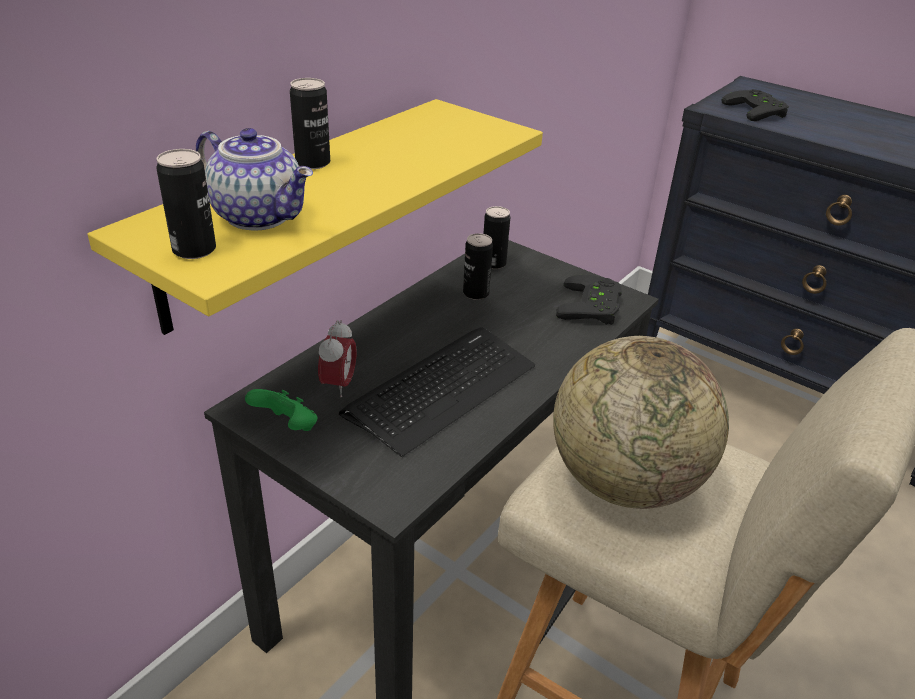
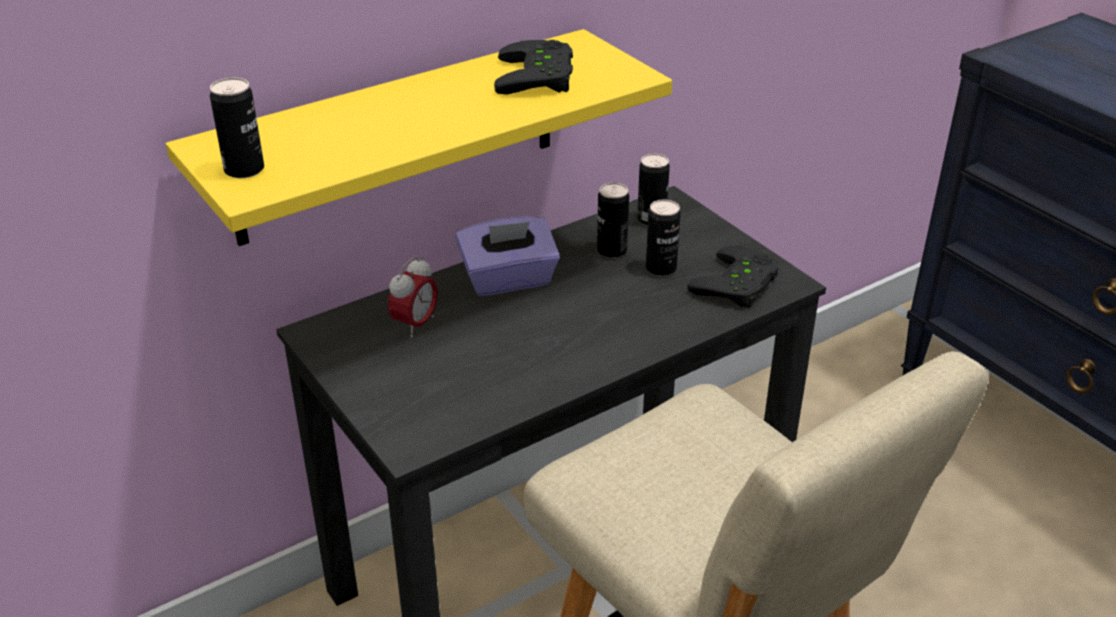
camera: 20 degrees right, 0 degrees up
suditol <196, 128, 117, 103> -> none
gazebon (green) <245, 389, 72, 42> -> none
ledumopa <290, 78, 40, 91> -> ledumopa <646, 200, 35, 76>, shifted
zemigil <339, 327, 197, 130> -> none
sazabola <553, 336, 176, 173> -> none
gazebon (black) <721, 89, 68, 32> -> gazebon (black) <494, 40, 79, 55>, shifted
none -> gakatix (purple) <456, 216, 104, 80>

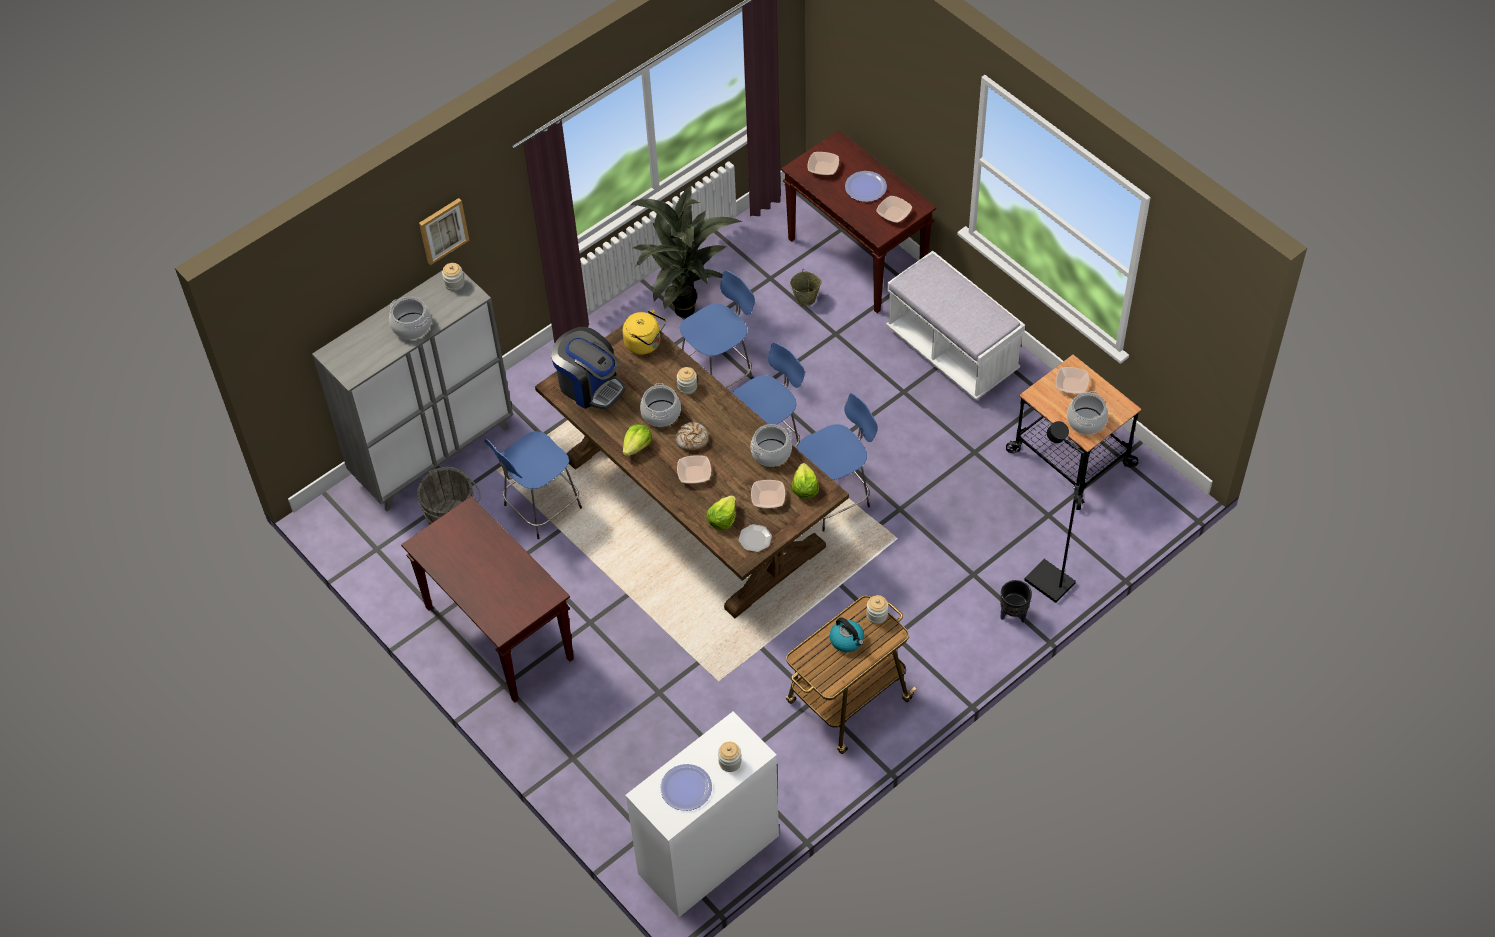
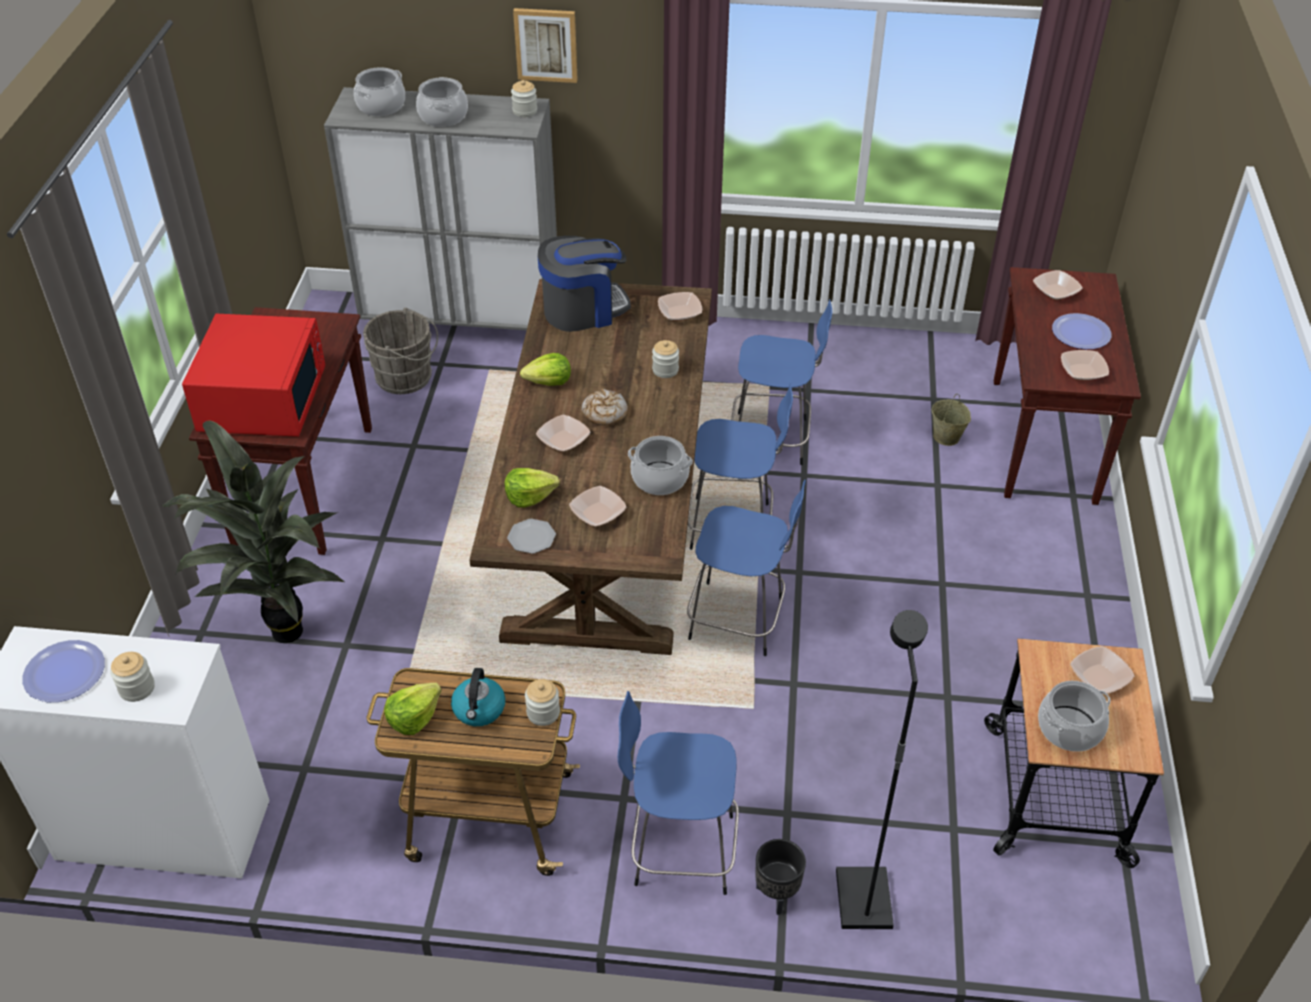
camera: 45 degrees right, 10 degrees down
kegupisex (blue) <485, 431, 97, 108> -> kegupisex (blue) <618, 691, 121, 204>, shifted
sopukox <551, 327, 75, 82> -> sopukox <538, 236, 93, 96>, 105 degrees counterclockwise
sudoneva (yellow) <623, 310, 43, 45> -> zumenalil <658, 292, 44, 29>
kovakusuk <631, 186, 112, 132> -> kovakusuk <161, 421, 184, 222>, shifted
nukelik <640, 383, 41, 44> -> nukelik <354, 67, 51, 49>, shifted
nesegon <792, 463, 27, 36> -> nesegon <384, 683, 58, 52>, shifted
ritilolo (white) <886, 251, 139, 149> -> none
none -> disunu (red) <182, 314, 143, 123>

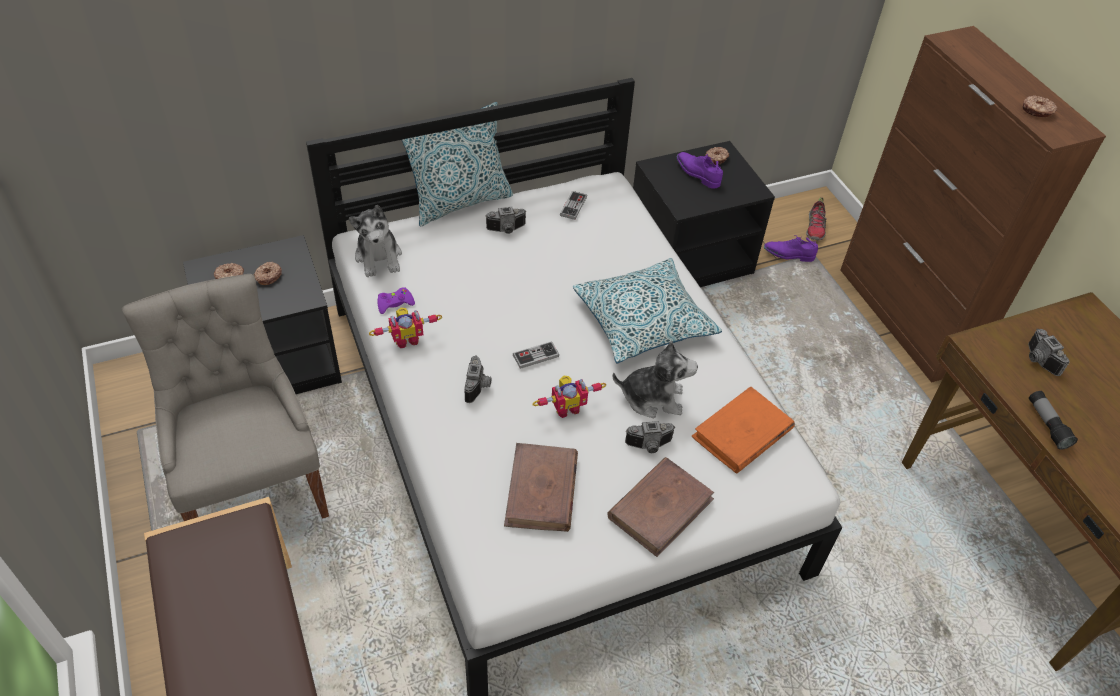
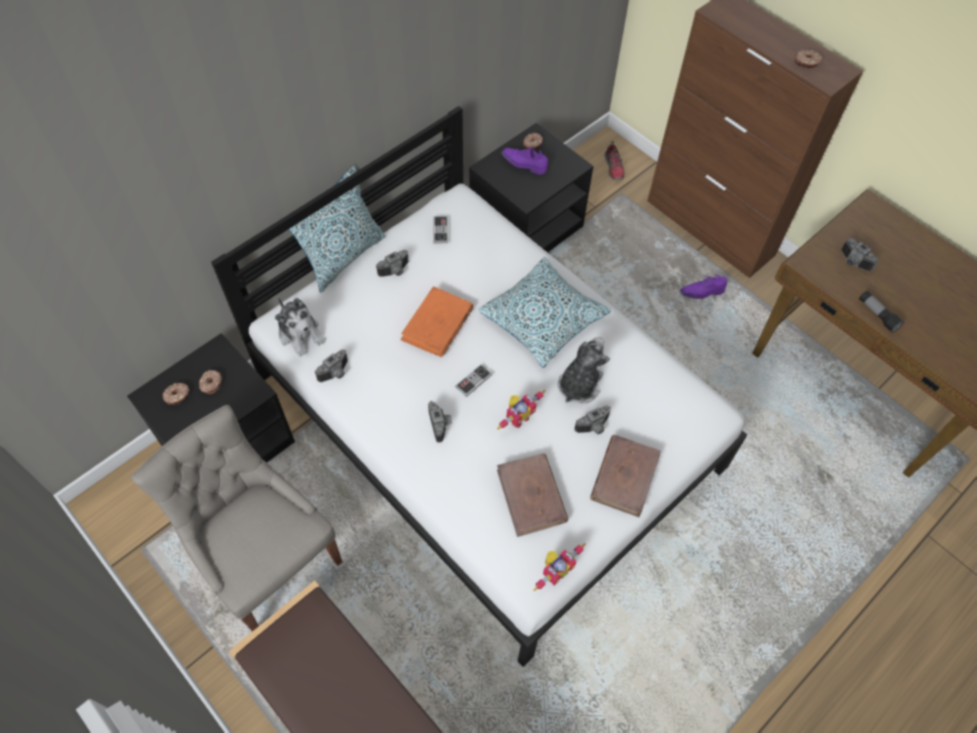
camera: 20 degrees left, 10 degrees up
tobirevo <369, 308, 73, 40> -> tobirevo <533, 543, 53, 48>, shifted
gazebon (purple) <377, 287, 38, 27> -> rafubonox <315, 350, 33, 32>
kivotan <613, 341, 85, 77> -> kivotan <558, 337, 52, 66>, 45 degrees counterclockwise
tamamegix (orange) <691, 386, 104, 88> -> tamamegix (orange) <401, 286, 73, 71>, shifted
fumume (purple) <764, 235, 54, 27> -> fumume (purple) <680, 274, 47, 25>, shifted

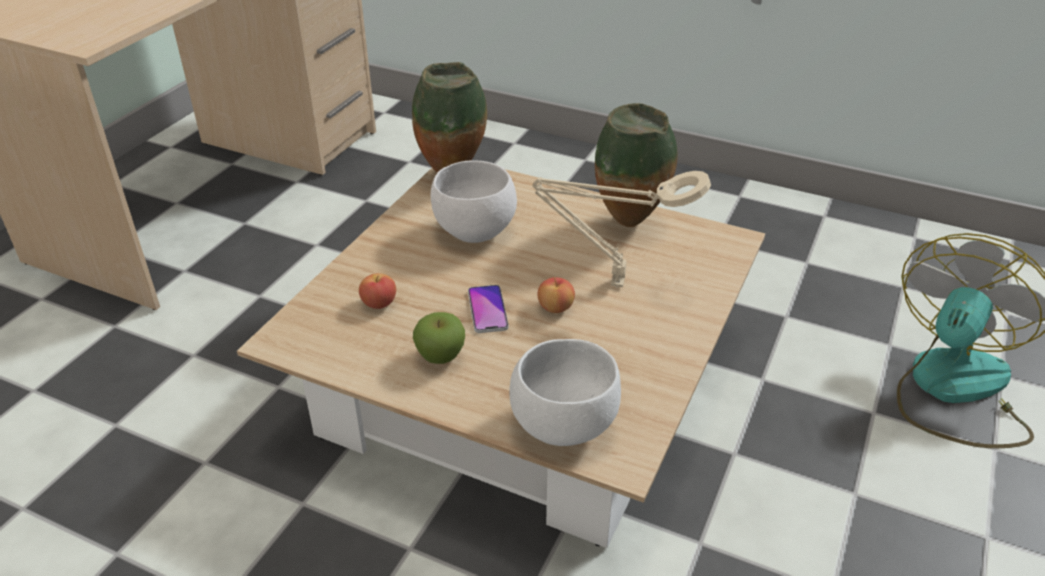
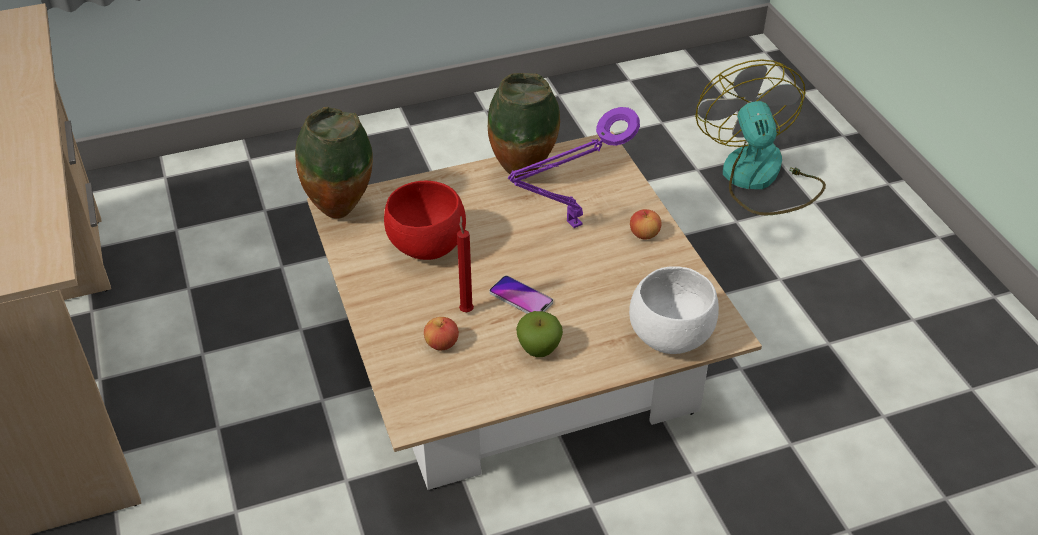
camera: 45 degrees left, 5 degrees up
zumenalil (white) <430, 160, 87, 83> -> zumenalil (red) <384, 181, 82, 79>
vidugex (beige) <533, 171, 178, 116> -> vidugex (purple) <508, 107, 132, 121>
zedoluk <537, 277, 38, 36> -> zedoluk <630, 209, 32, 31>, shifted
none -> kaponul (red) <457, 216, 17, 96>

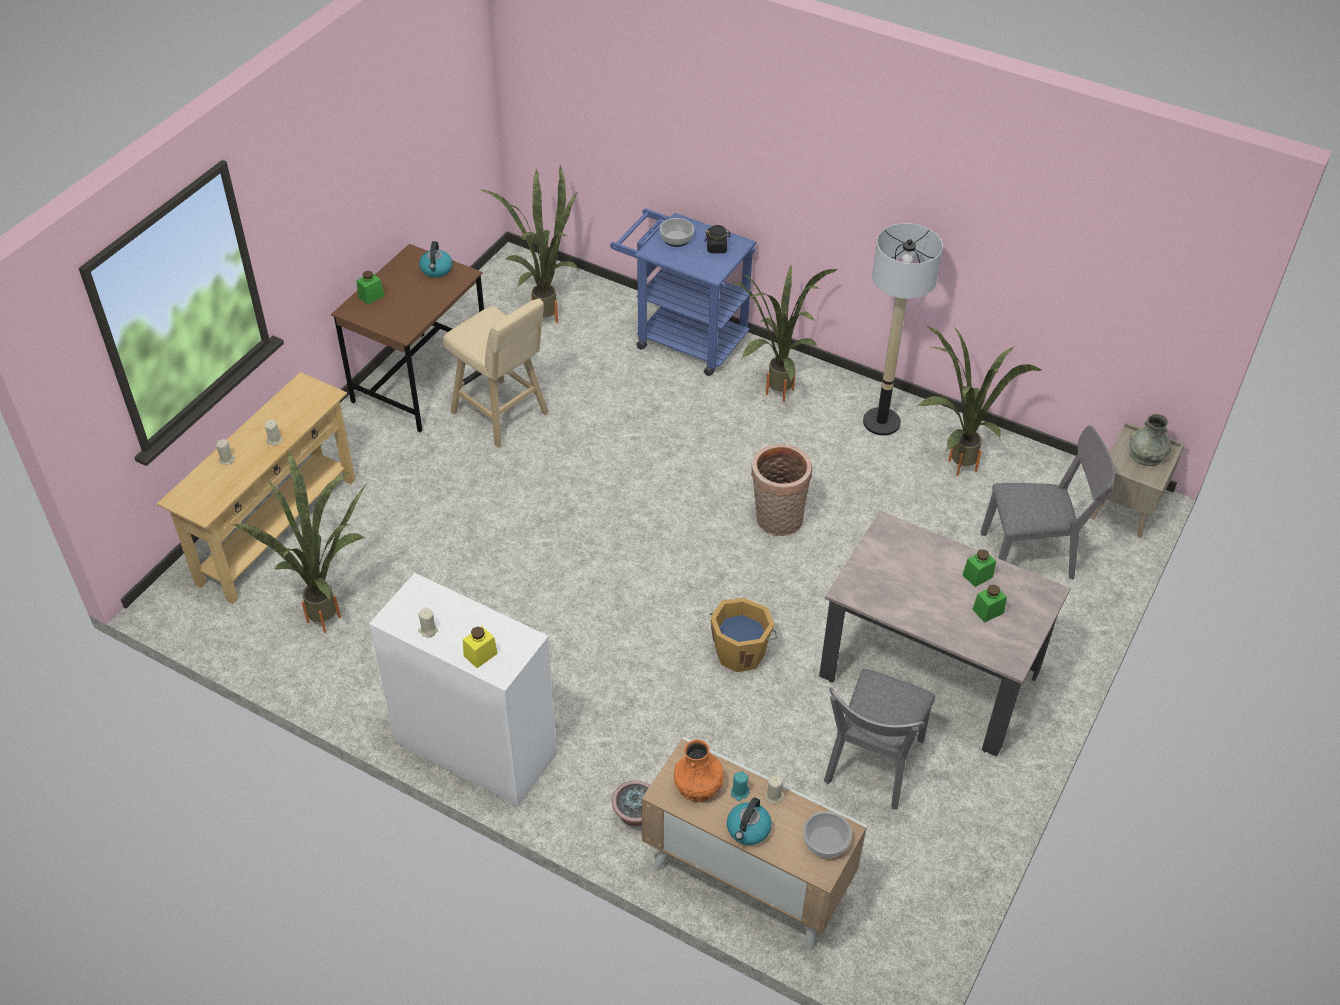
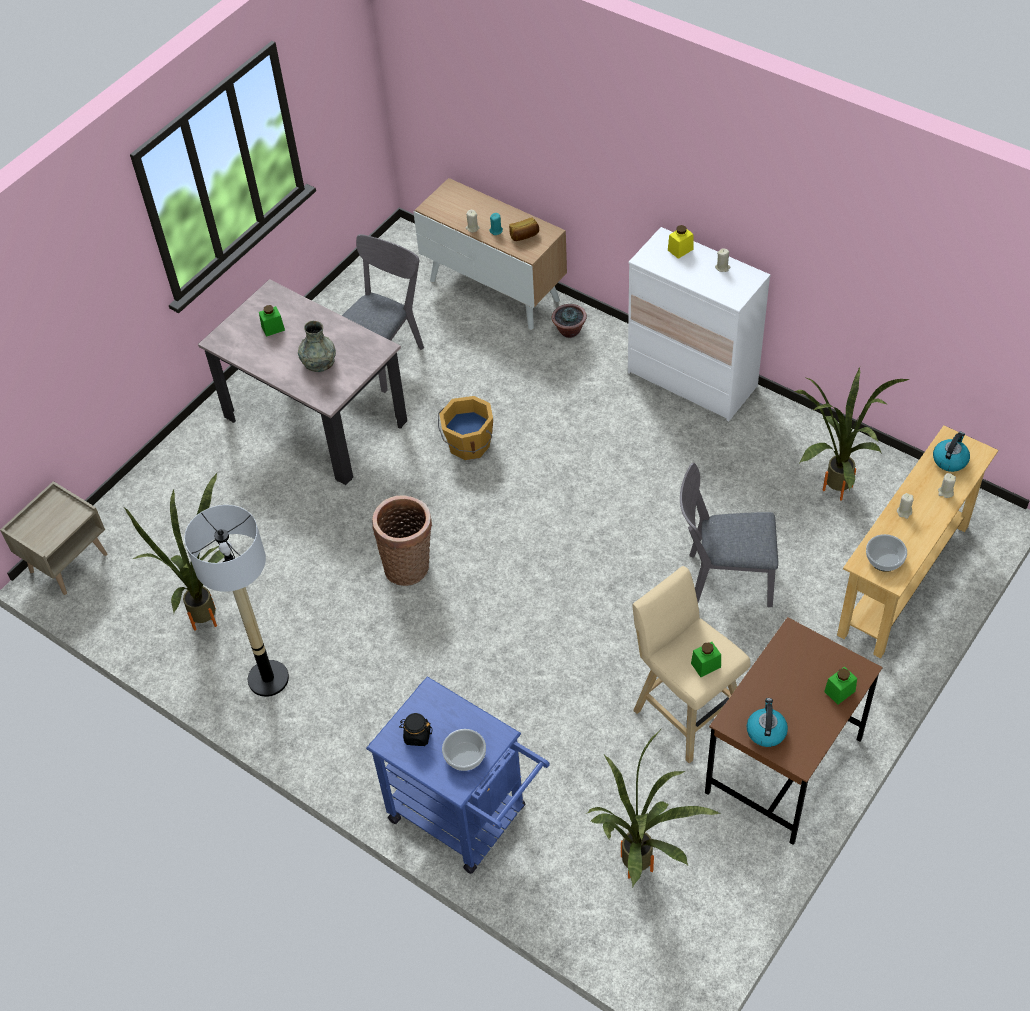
camera: 170 degrees left, 5 degrees up
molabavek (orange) <674, 740, 50, 62> -> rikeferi <509, 217, 30, 24>
sudoneva <727, 797, 45, 48> -> sudoneva <933, 432, 37, 40>, shifted
kovakusuk <733, 266, 106, 136> -> none
zumenalil <803, 811, 49, 47> -> zumenalil <866, 534, 41, 38>, shifted
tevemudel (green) <963, 549, 33, 38> -> tevemudel (green) <691, 642, 30, 35>, shifted
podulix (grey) <981, 425, 134, 155> -> podulix (grey) <680, 463, 98, 144>, shifted
molabavek (grey) <1130, 414, 41, 52> -> molabavek (grey) <298, 321, 38, 51>, shifted

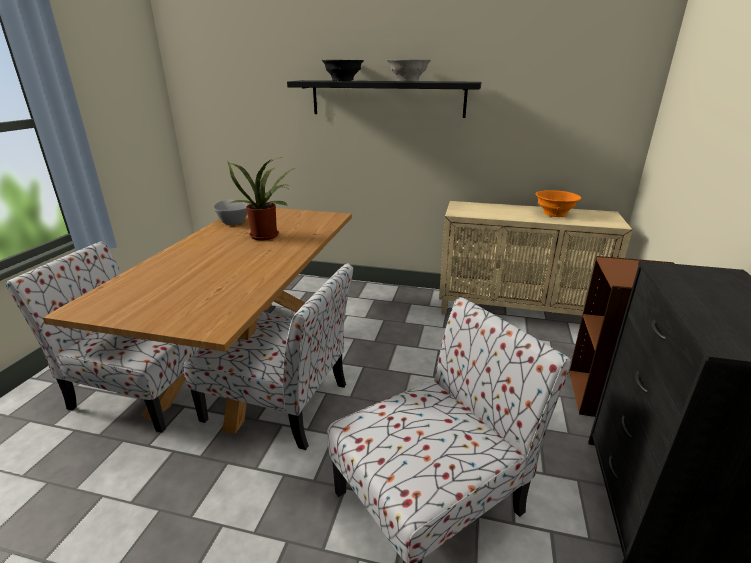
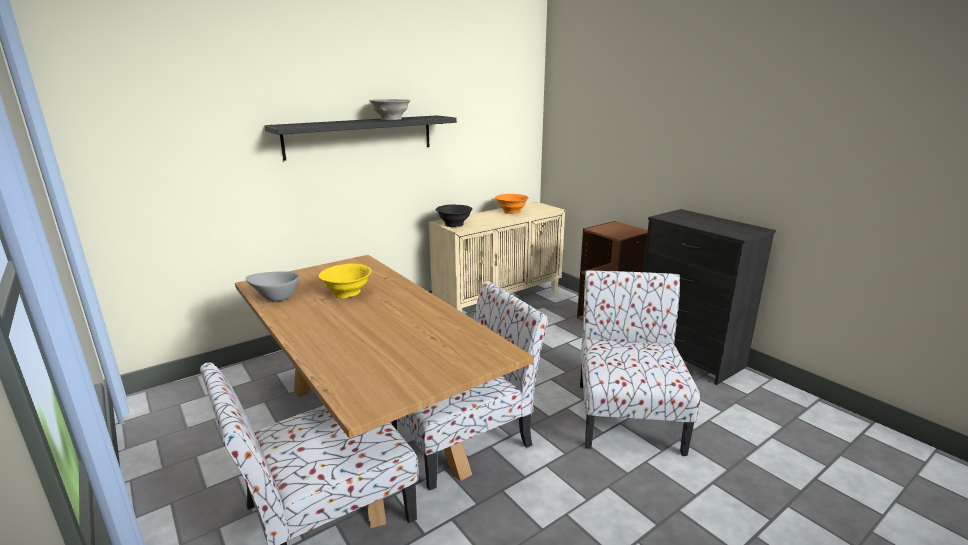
camera: 50 degrees left, 5 degrees down
kovakusuk <228, 157, 67, 83> -> zumenalil (yellow) <318, 264, 53, 35>
zumenalil (black) <322, 60, 42, 21> -> zumenalil (black) <436, 205, 37, 22>, shifted

